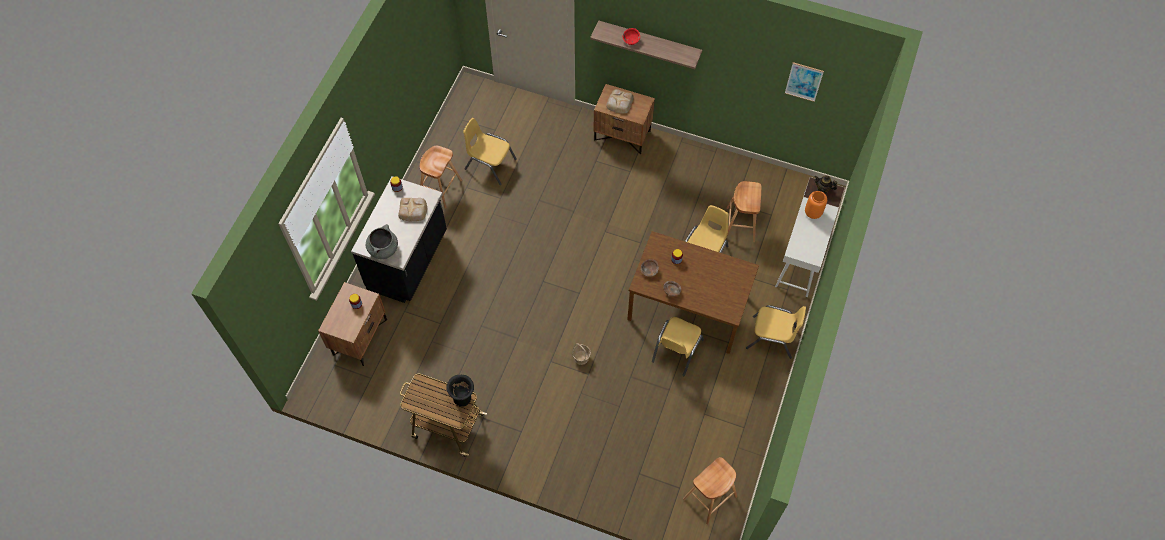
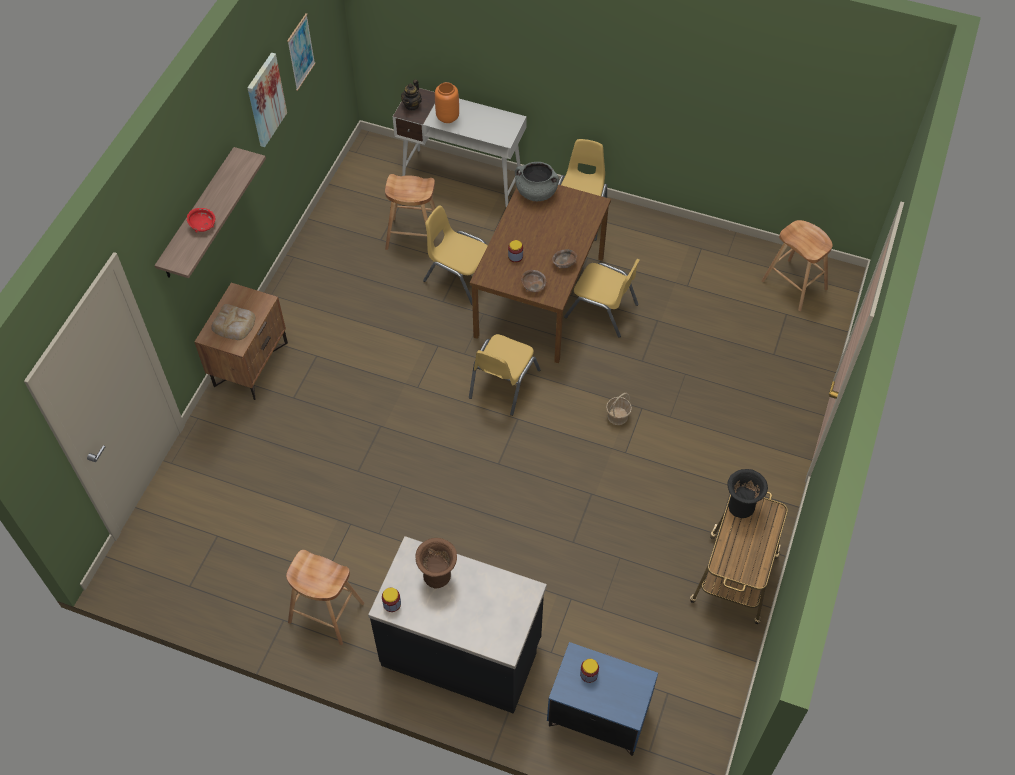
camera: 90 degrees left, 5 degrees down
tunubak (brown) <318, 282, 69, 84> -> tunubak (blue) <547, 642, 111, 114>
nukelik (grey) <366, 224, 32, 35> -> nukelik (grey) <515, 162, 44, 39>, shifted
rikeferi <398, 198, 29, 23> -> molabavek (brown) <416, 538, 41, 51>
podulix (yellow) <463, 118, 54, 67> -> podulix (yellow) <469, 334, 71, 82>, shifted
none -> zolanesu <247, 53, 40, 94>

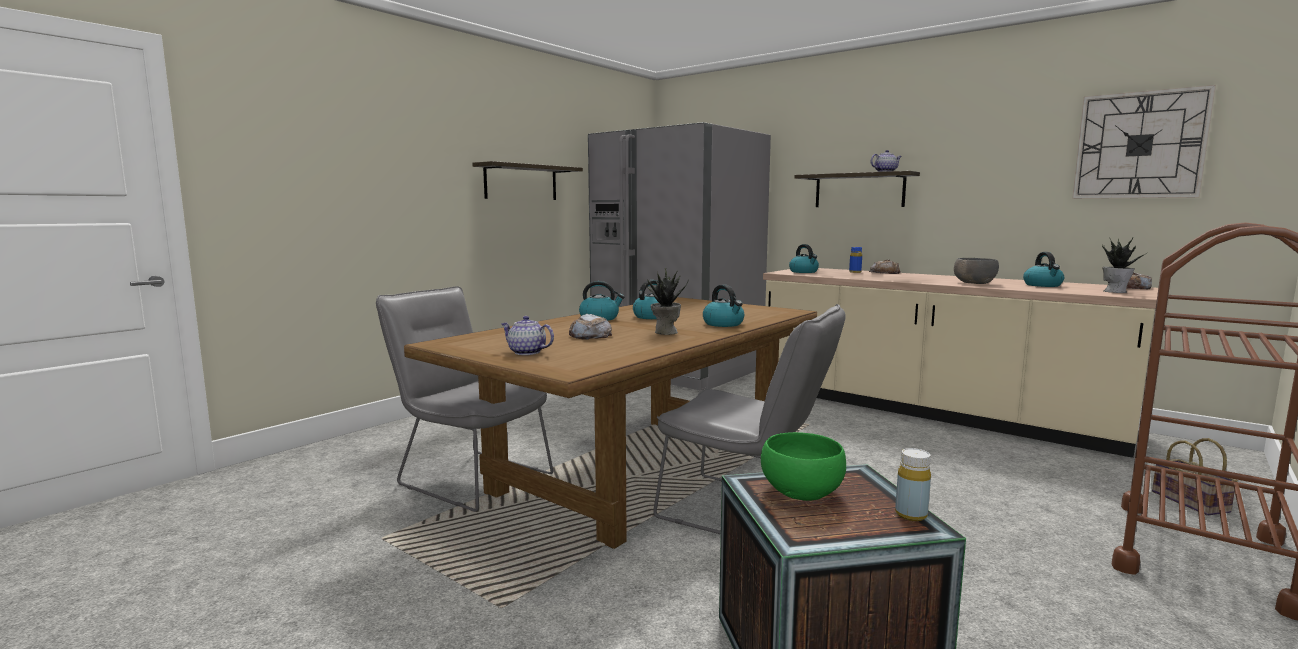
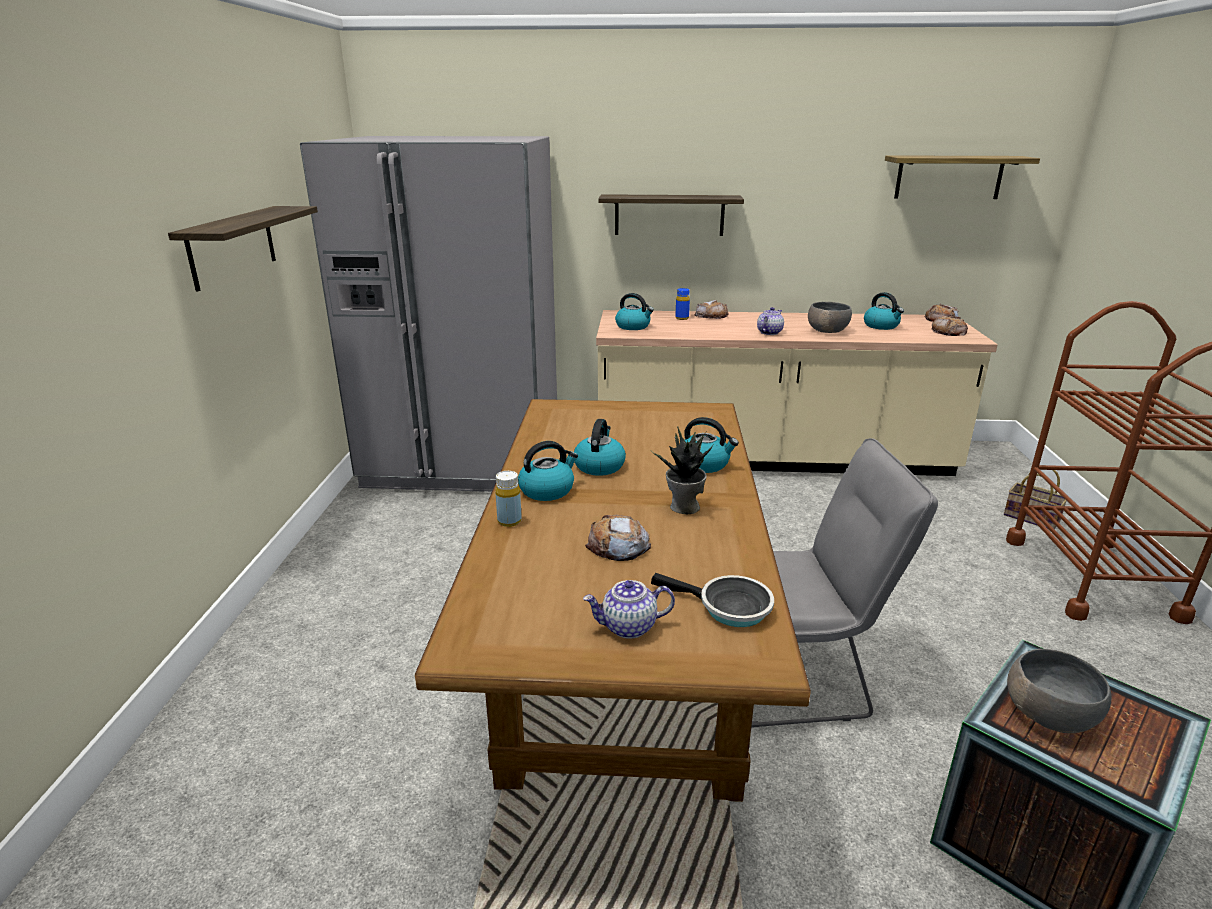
camera: 35 degrees left, 15 degrees up
podulix (grey) <376, 286, 177, 226> -> none
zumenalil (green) <761, 432, 85, 69> -> zumenalil (grey) <1007, 649, 105, 84>
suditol <871, 150, 31, 22> -> suditol <757, 307, 27, 28>, shifted
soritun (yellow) <895, 448, 36, 73> -> soritun (yellow) <495, 471, 27, 56>, shifted
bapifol <1072, 85, 144, 114> -> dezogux <885, 155, 155, 44>
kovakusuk <1102, 237, 45, 56> -> rikeferi <932, 316, 36, 20>
none -> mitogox <651, 573, 123, 54>

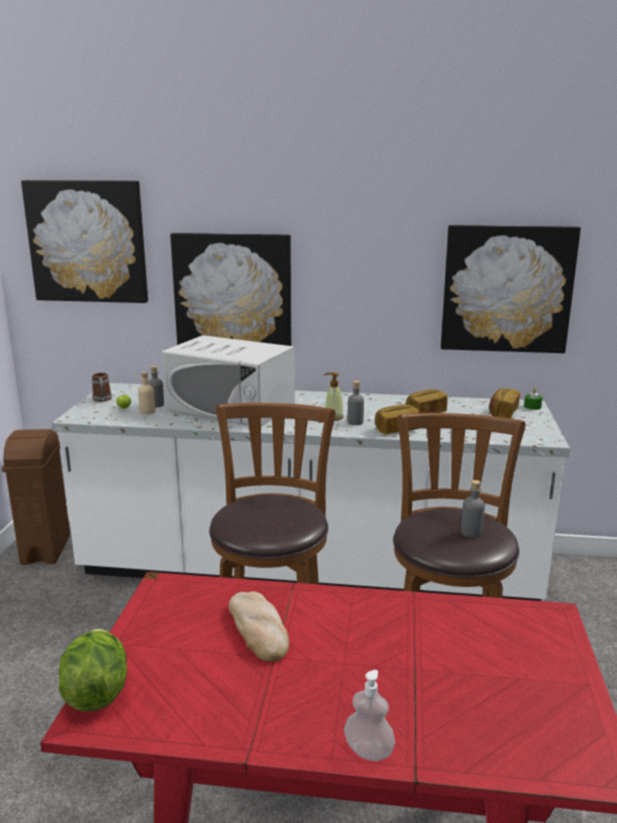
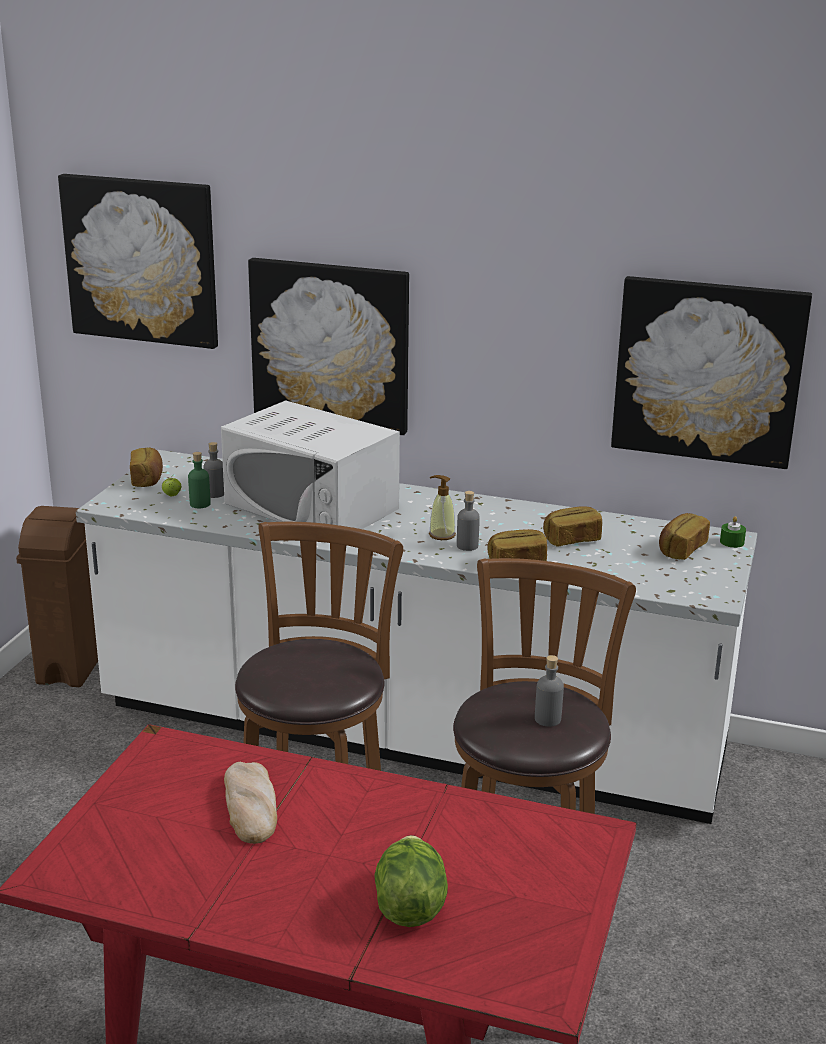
camera: 10 degrees right, 5 degrees up
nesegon <58, 629, 69, 83> -> nesegon <374, 835, 74, 92>, shifted
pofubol <92, 373, 20, 29> -> rikeferi <130, 447, 33, 40>
soritun (beige) <138, 372, 17, 43> -> soritun (green) <188, 452, 23, 56>
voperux <344, 670, 51, 91> -> none

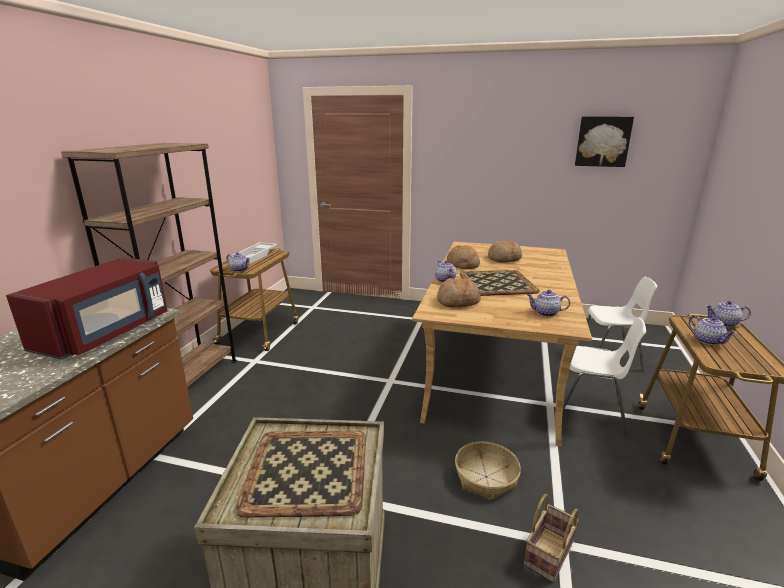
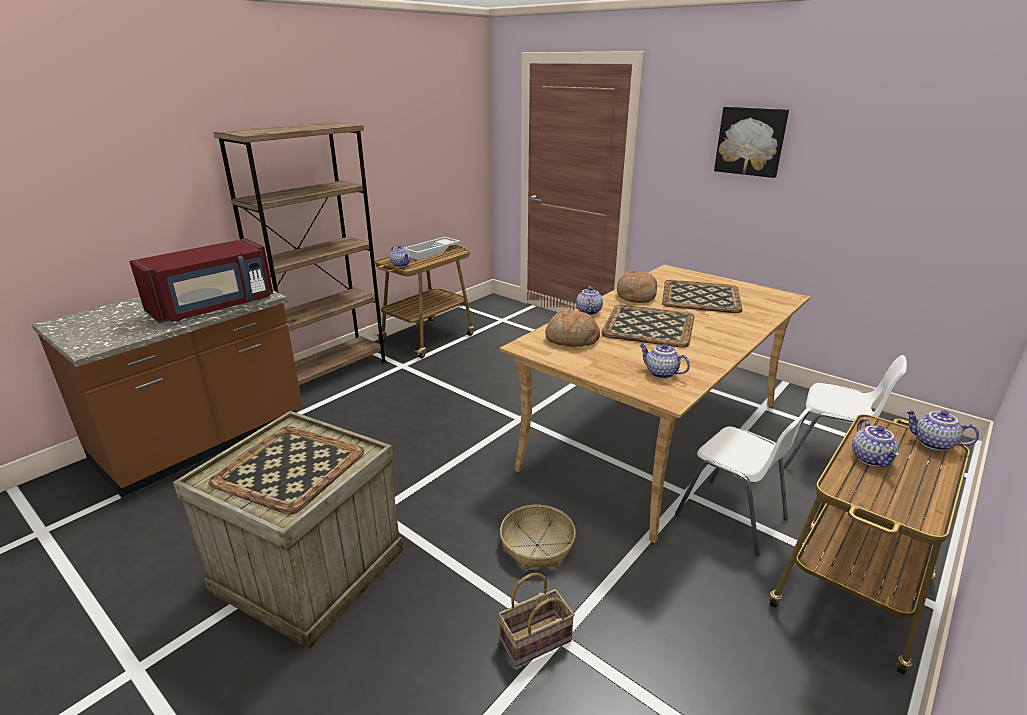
camera: 25 degrees right, 5 degrees up
rikeferi <488, 241, 34, 22> -> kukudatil <662, 280, 81, 33>
zolanesu <575, 117, 59, 50> -> zolanesu <714, 107, 75, 71>, shifted

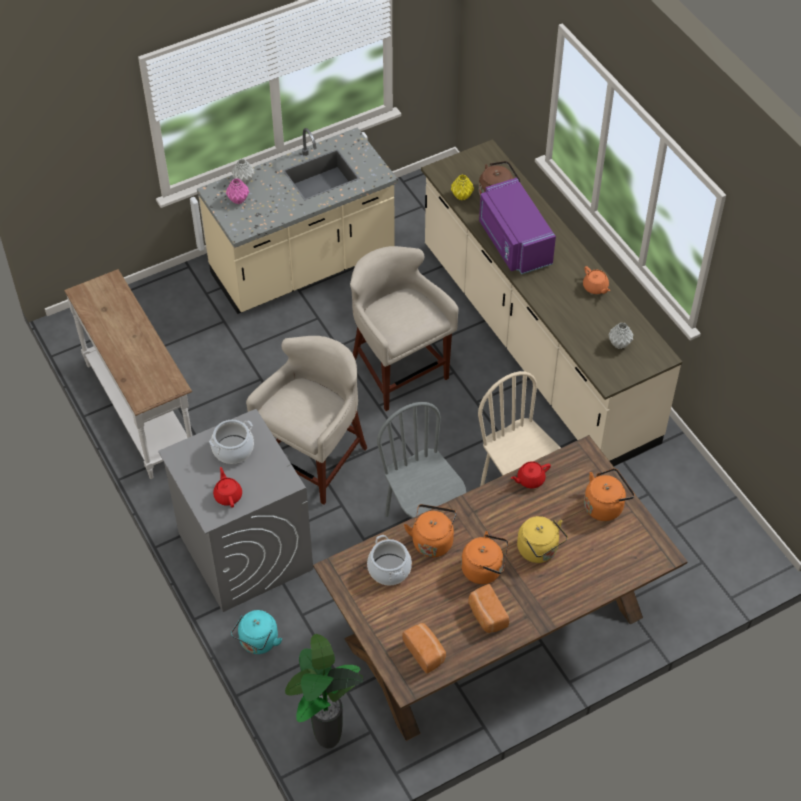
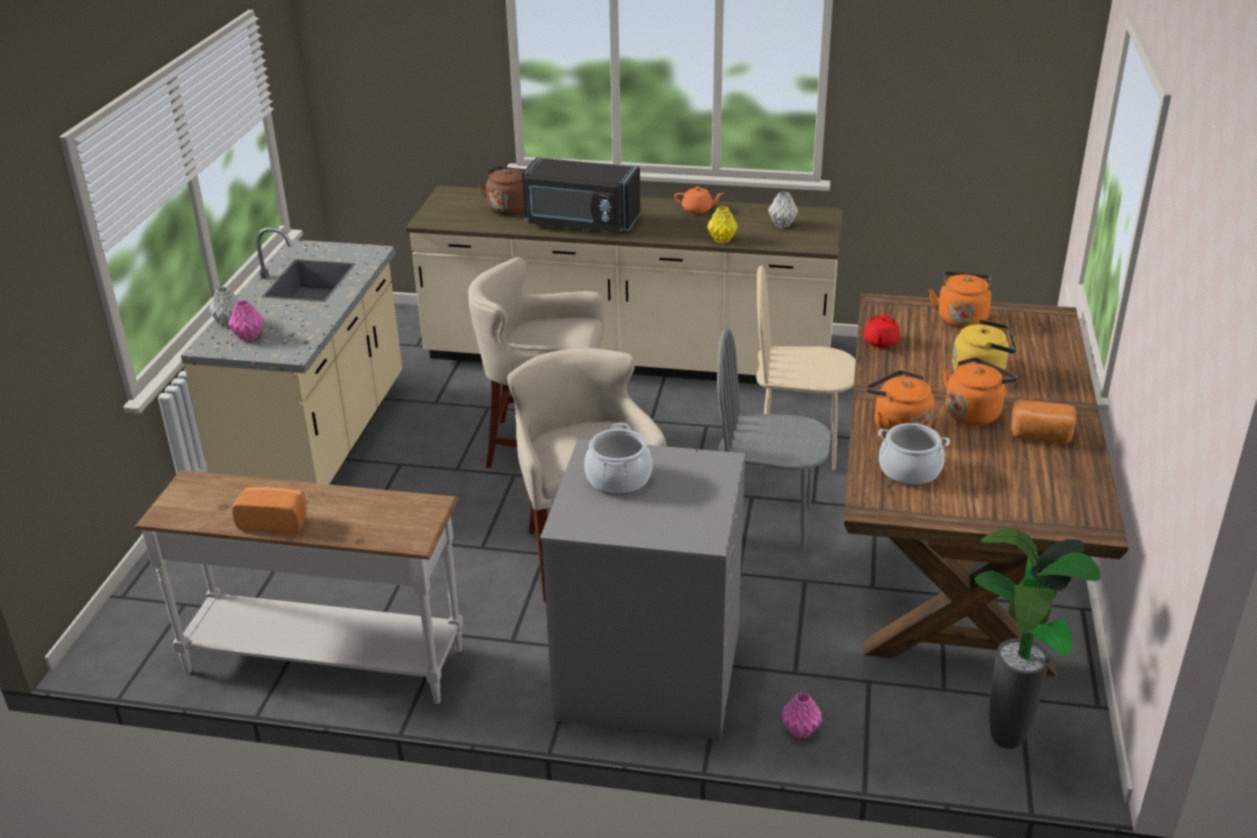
camera: 50 degrees left, 20 degrees down
suditol (red) <213, 467, 29, 41> -> none
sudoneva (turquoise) <231, 610, 51, 44> -> molabavek (pink) <781, 692, 41, 47>
rikeferi <402, 623, 44, 51> -> rikeferi <232, 487, 75, 47>, shifted
molabavek (yellow) <451, 175, 23, 25> -> molabavek (yellow) <707, 206, 31, 37>, shifted
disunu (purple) <479, 178, 77, 96> -> disunu (black) <522, 157, 119, 76>

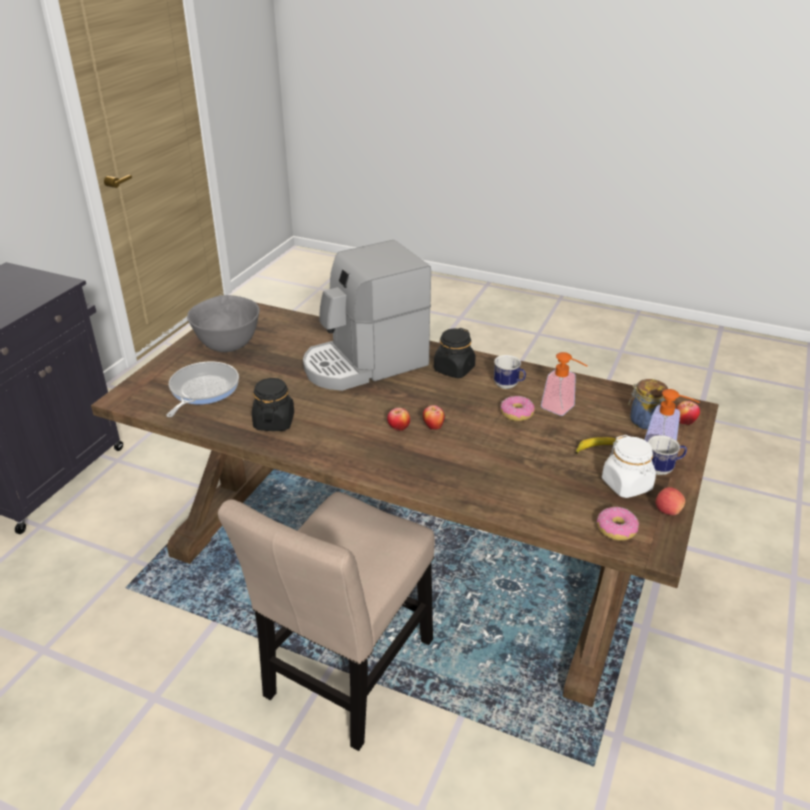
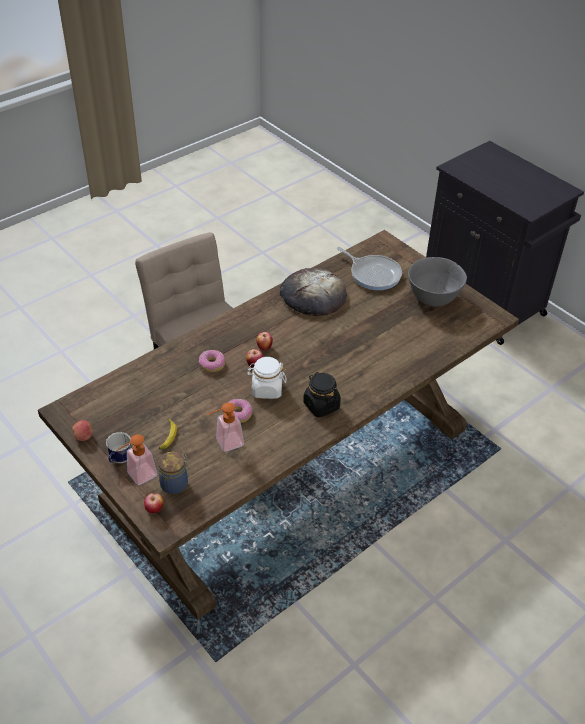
camera: 115 degrees right, 10 degrees up
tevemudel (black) <252, 378, 42, 53> -> rikeferi <280, 268, 67, 48>
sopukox <303, 240, 128, 151> -> none
pofubol <494, 355, 32, 34> -> none
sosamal <597, 507, 42, 34> -> sosamal <199, 350, 26, 22>, shifted
tevemudel (white) <602, 435, 54, 63> -> tevemudel (white) <247, 357, 39, 42>, shifted

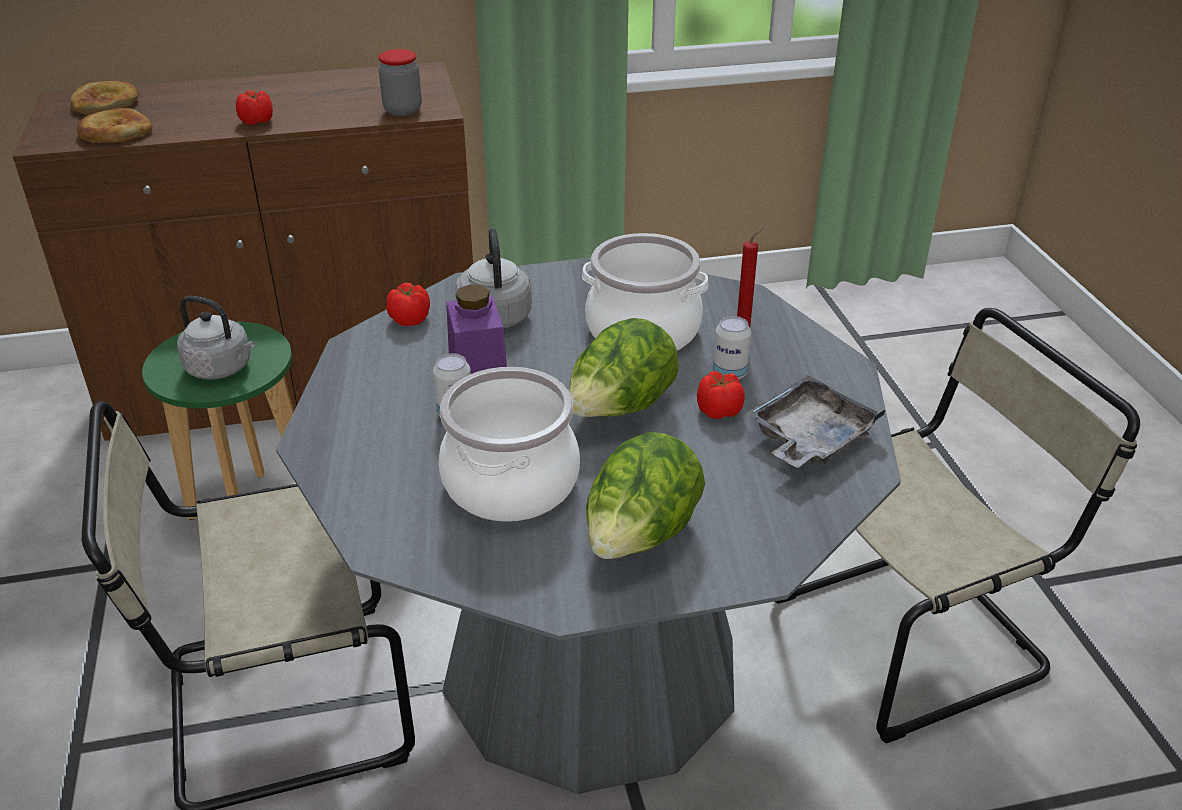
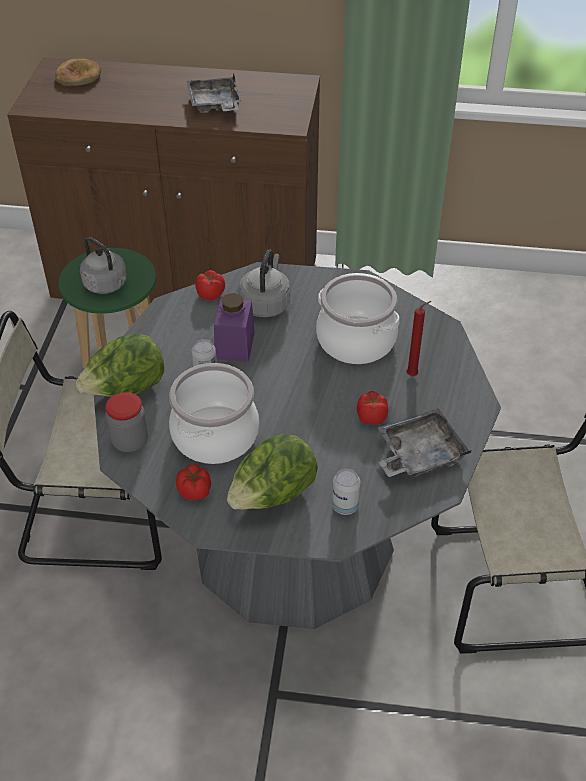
camera: 20 degrees right, 10 degrees up
rikeferi <77, 108, 76, 35> -> none
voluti <236, 90, 37, 35> -> voluti <176, 464, 35, 36>, shifted
tevemudel <378, 49, 44, 67> -> tevemudel <105, 392, 43, 60>, shifted
nesegon <569, 318, 110, 99> -> nesegon <75, 334, 89, 63>, shifted
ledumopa <713, 316, 38, 63> -> ledumopa <332, 469, 29, 46>, shifted
none -> kukudatil (grey) <187, 73, 54, 39>

